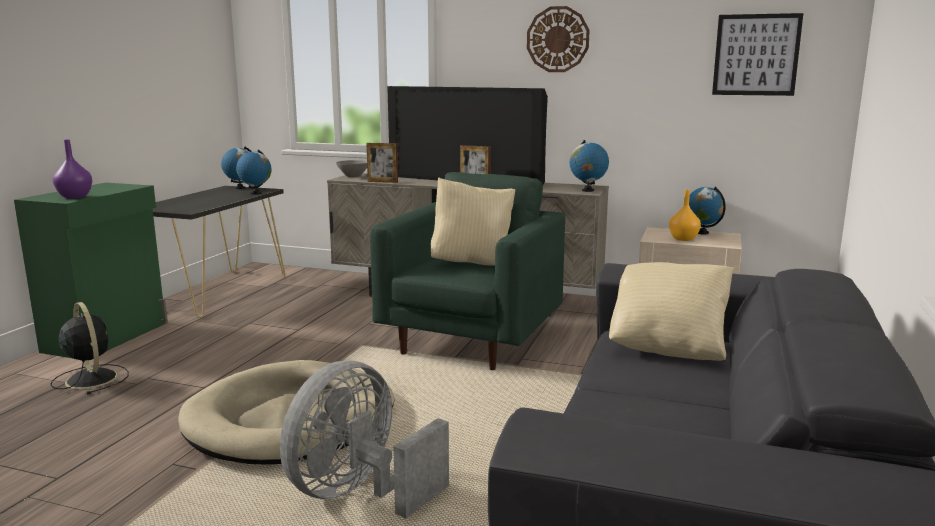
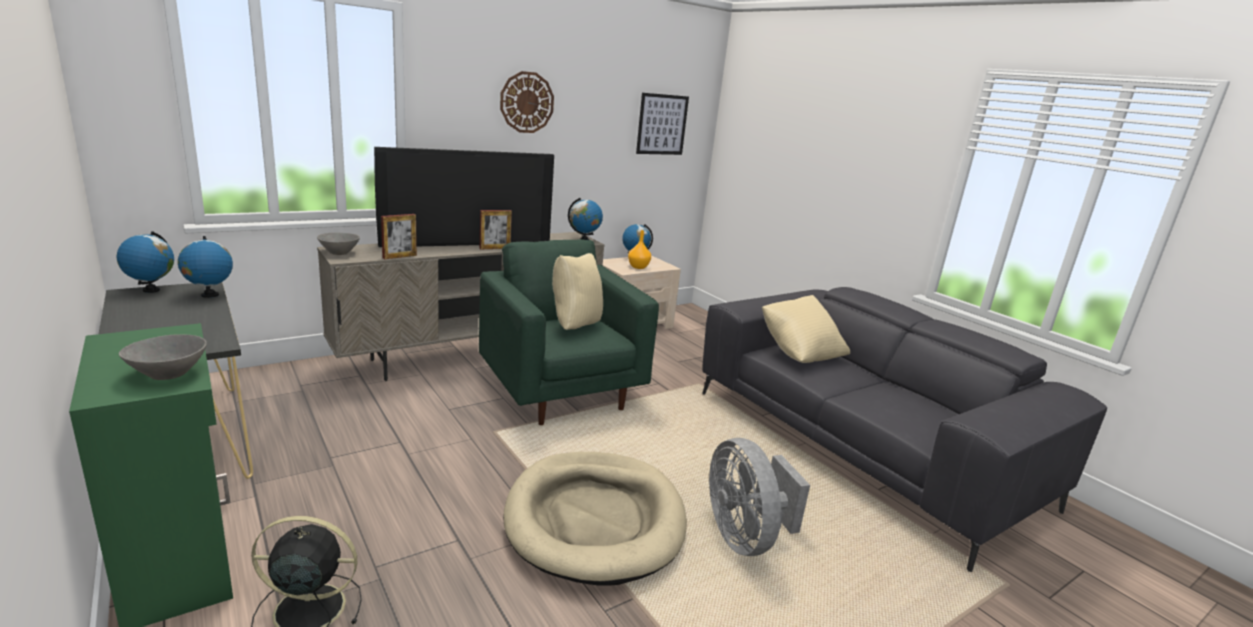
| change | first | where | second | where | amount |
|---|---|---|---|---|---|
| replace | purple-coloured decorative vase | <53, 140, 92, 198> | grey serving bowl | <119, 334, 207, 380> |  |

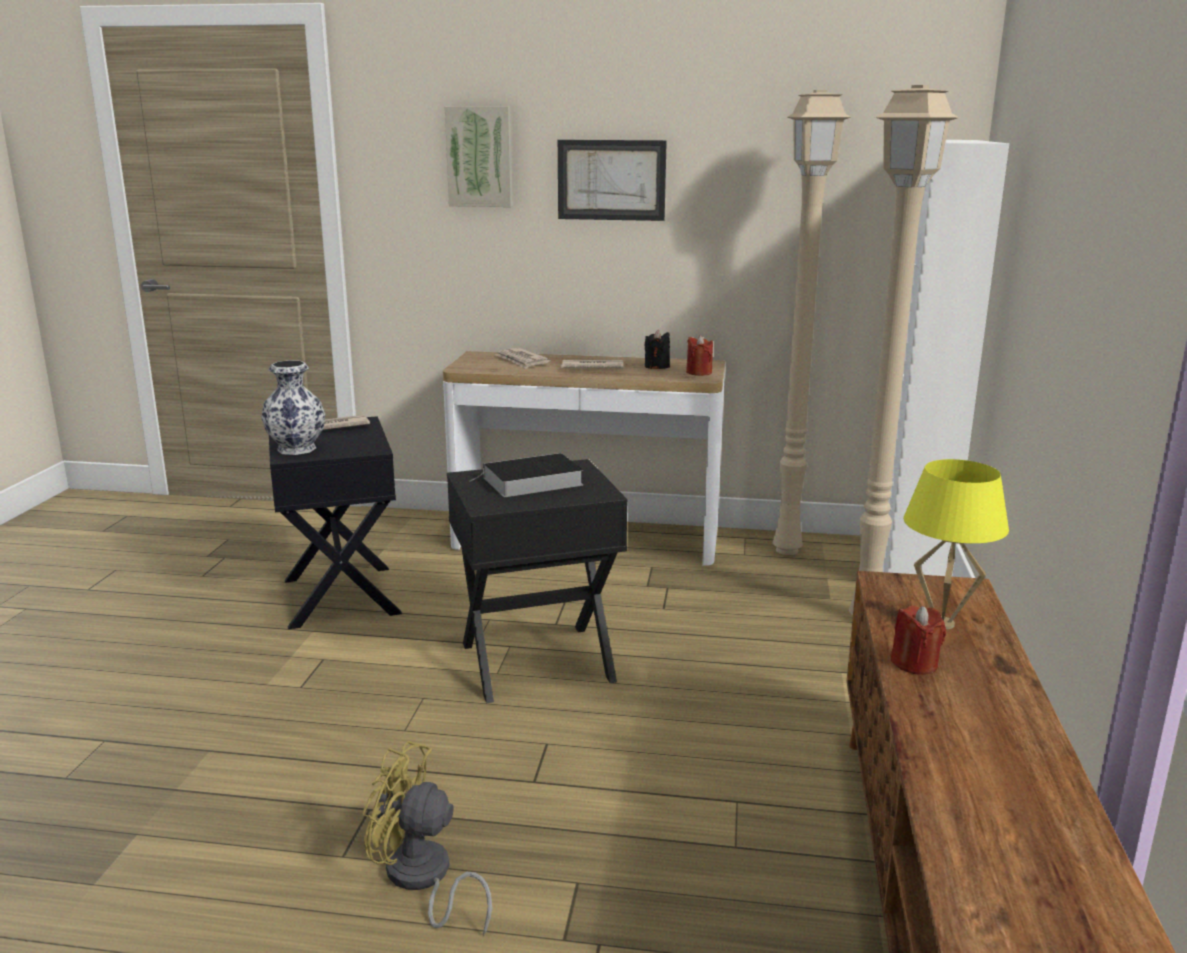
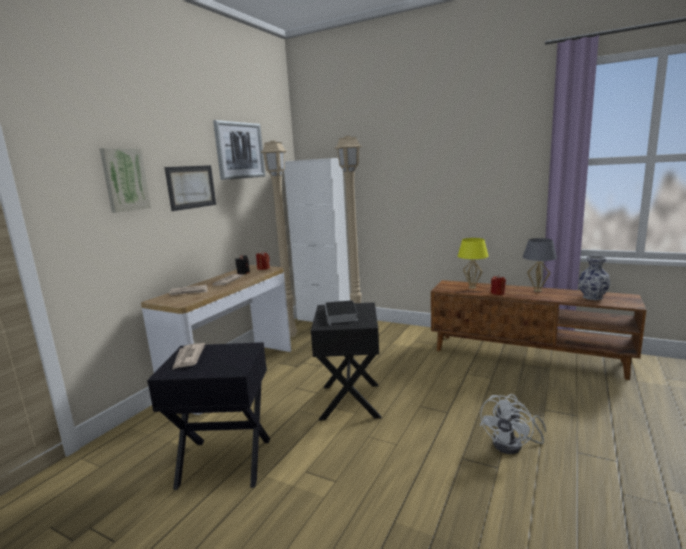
| change | first | where | second | where | amount |
|---|---|---|---|---|---|
| move | decorative vase | <261, 360, 325, 455> |  | <579, 256, 610, 300> |  |
| recolor | yellow-coloured cooling fan | <362, 741, 492, 936> | white-coloured cooling fan | <480, 394, 546, 454> |  |
| insert |  |  | wall picture | <213, 120, 265, 180> |  |
| insert |  |  | grey table lamp | <523, 238, 557, 292> |  |

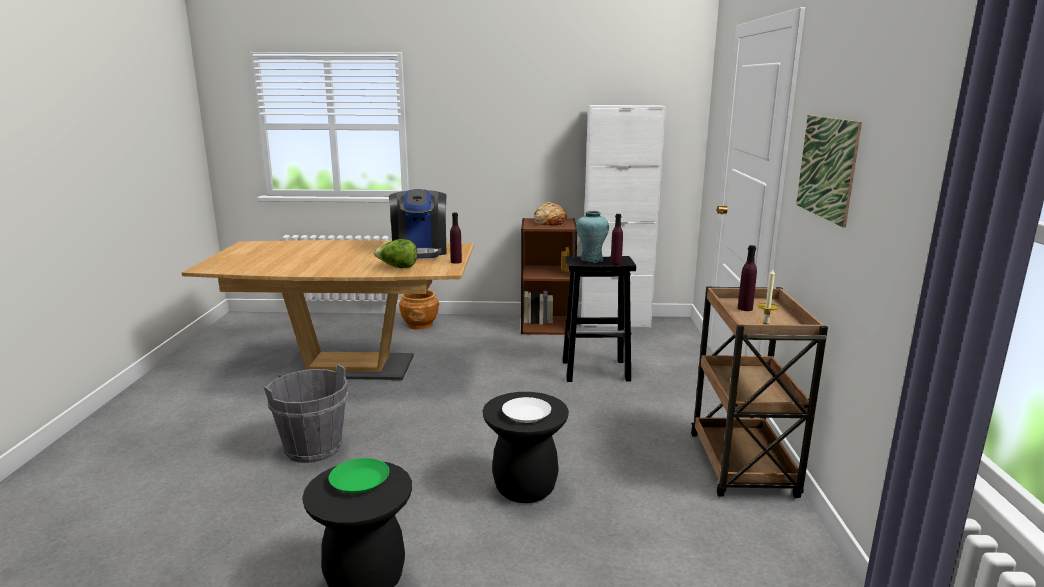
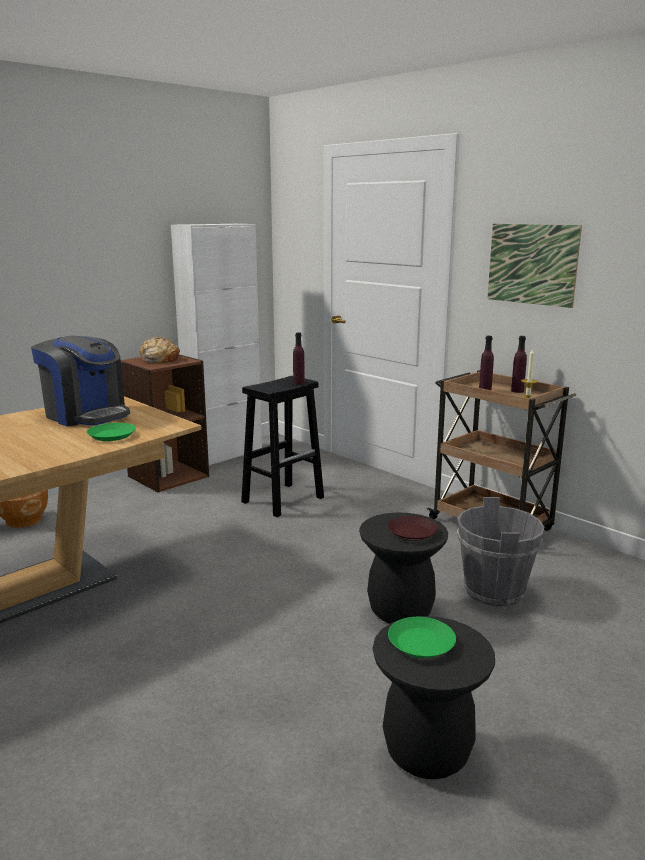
| change | first | where | second | where | amount |
|---|---|---|---|---|---|
| move | grey bucket | <264, 364, 348, 463> |  | <457, 497, 544, 607> |  |
| replace | lettuce head | <374, 239, 417, 268> | green flat dish | <87, 423, 136, 441> |  |
| move | purple-coloured beverage bottle | <450, 213, 462, 264> |  | <511, 336, 527, 393> |  |
| recolor | white-coloured flat dish | <502, 397, 551, 423> | brown-coloured flat dish | <387, 516, 438, 541> |  |
| delete | turquoise-coloured decorative vase | <576, 211, 609, 263> |  |  |  |

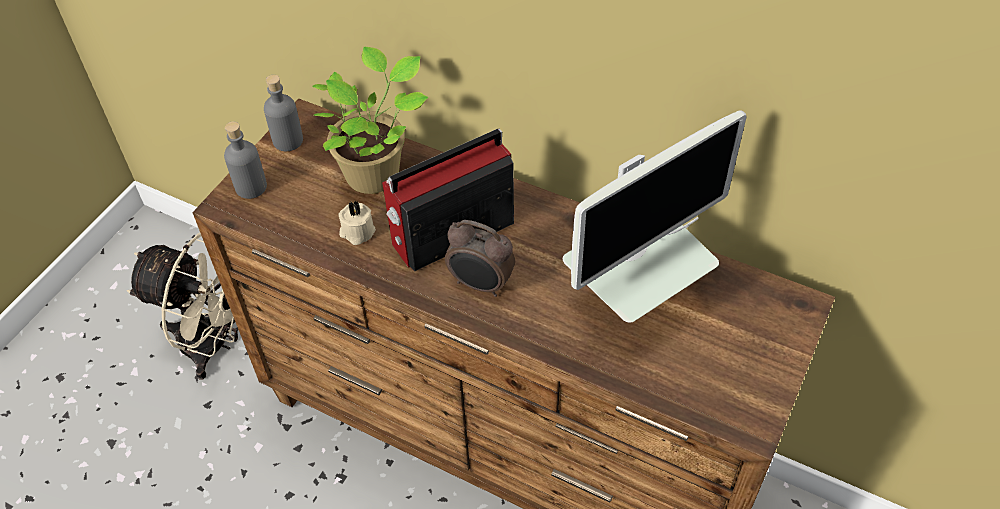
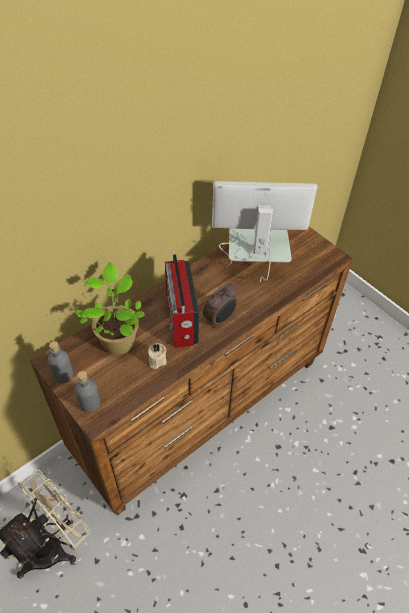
| change | first | where | second | where | amount |
|---|---|---|---|---|---|
| rotate | computer screen | <563, 110, 747, 323> |  | <212, 181, 317, 282> | 75 degrees counterclockwise |

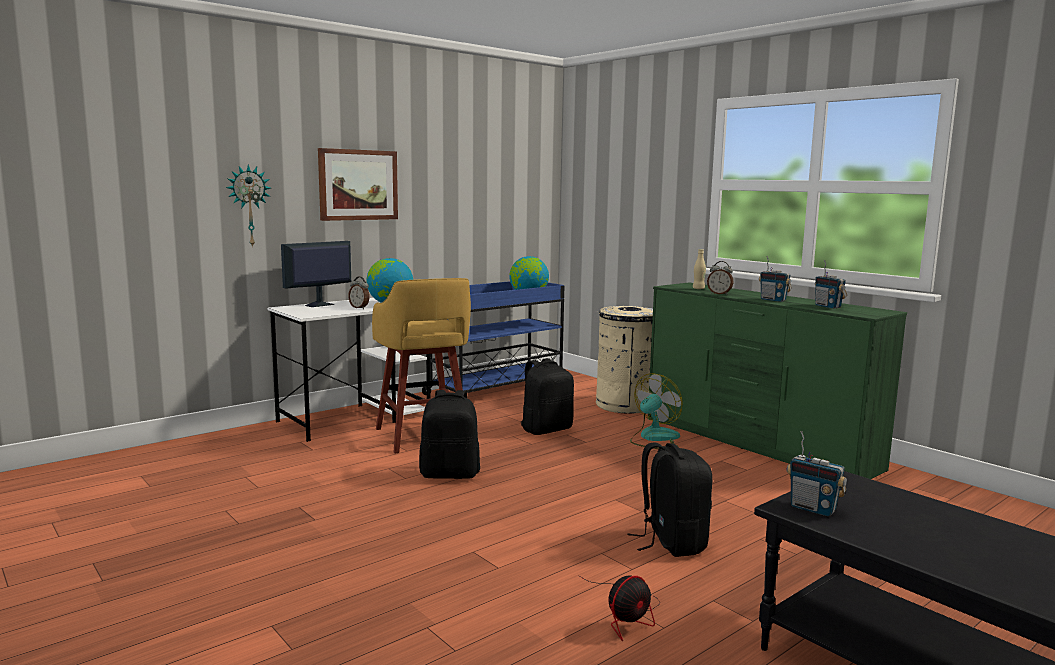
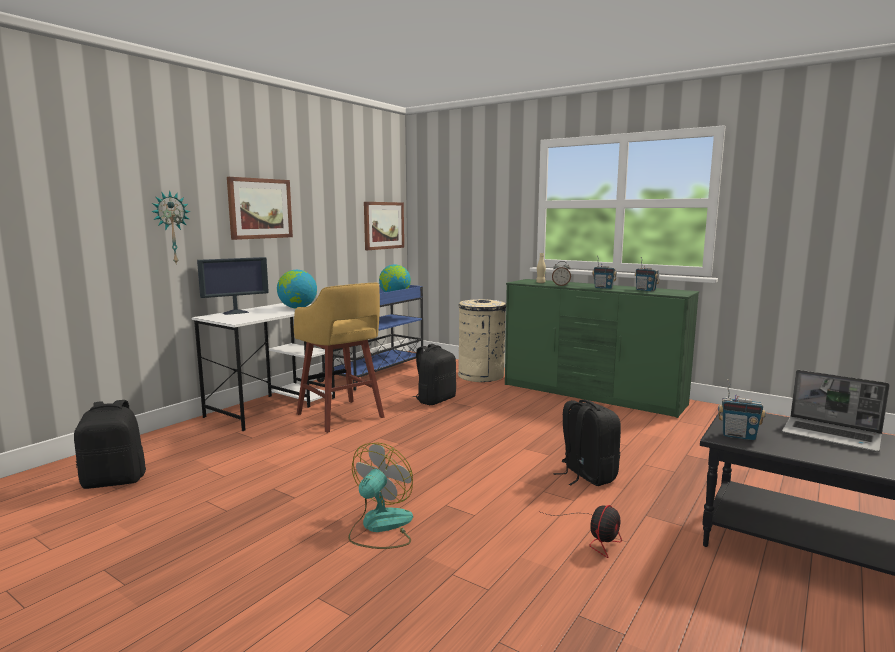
| change | first | where | second | where | amount |
|---|---|---|---|---|---|
| rotate | computer screen | <281, 241, 351, 307> |  | <197, 257, 269, 315> | 150 degrees counterclockwise |
| delete | table clock | <348, 277, 370, 309> |  |  |  |
| move | black backpack | <419, 390, 480, 479> |  | <74, 400, 146, 489> |  |
| move | cooling fan | <630, 373, 683, 449> |  | <348, 442, 413, 549> |  |
| insert |  |  | wall picture | <364, 202, 404, 250> |  |
| insert |  |  | portable computer | <782, 370, 890, 452> |  |

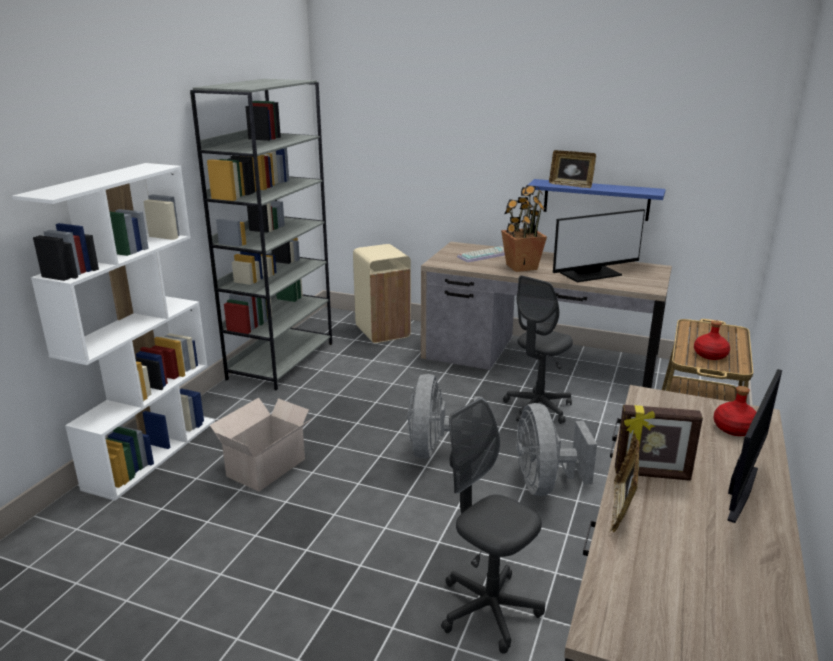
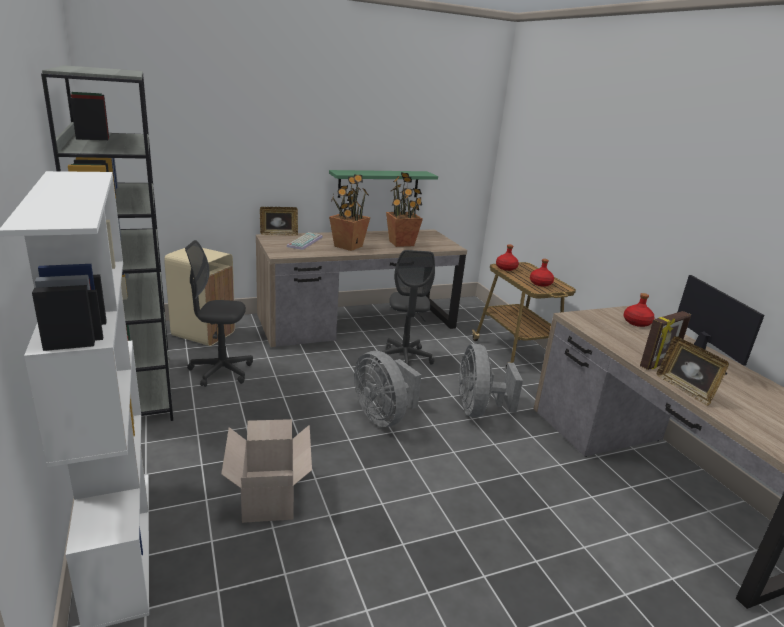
| change | first | where | second | where | amount |
|---|---|---|---|---|---|
| move | grey desk chair | <441, 398, 545, 654> |  | <185, 240, 253, 387> |  |
| rotate | grey cooling fan | <516, 403, 597, 496> |  | <458, 344, 523, 417> | 45 degrees clockwise |
| recolor | blue-coloured shelf | <528, 179, 666, 221> | green shelf | <329, 170, 438, 198> |  |
| move | picture frame | <549, 150, 596, 188> |  | <260, 207, 298, 236> |  |
| replace | computer screen | <553, 209, 645, 282> | plant in a pot | <386, 172, 423, 247> |  |
| insert |  |  | red beverage bottle | <496, 244, 519, 271> |  |

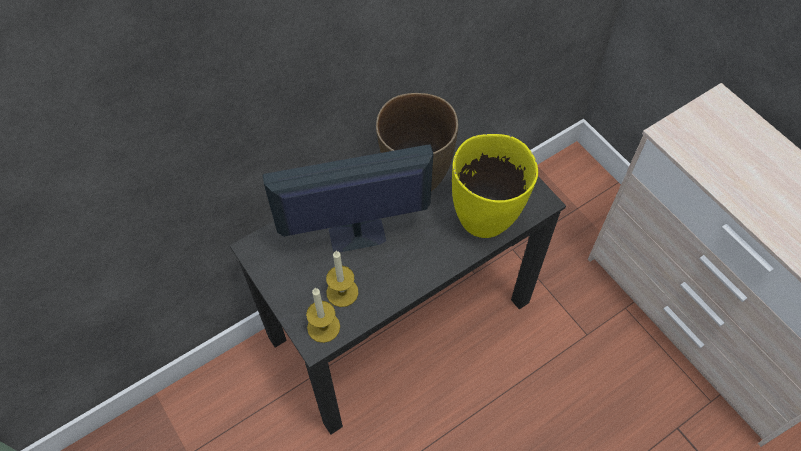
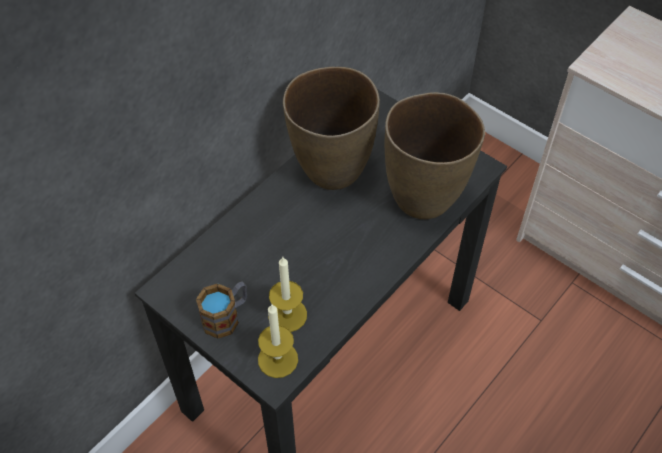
| change | first | where | second | where | amount |
|---|---|---|---|---|---|
| delete | computer screen | <263, 144, 433, 252> |  |  |  |
| recolor | yellow-coloured decorative vase | <452, 134, 538, 238> | brown-coloured decorative vase | <385, 92, 485, 219> |  |
| insert |  |  | mug | <196, 281, 247, 339> |  |

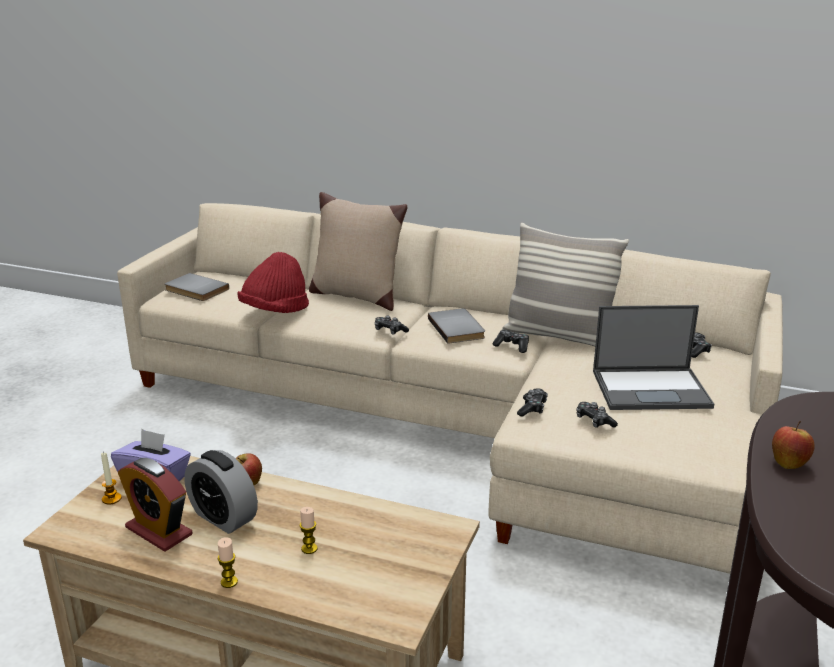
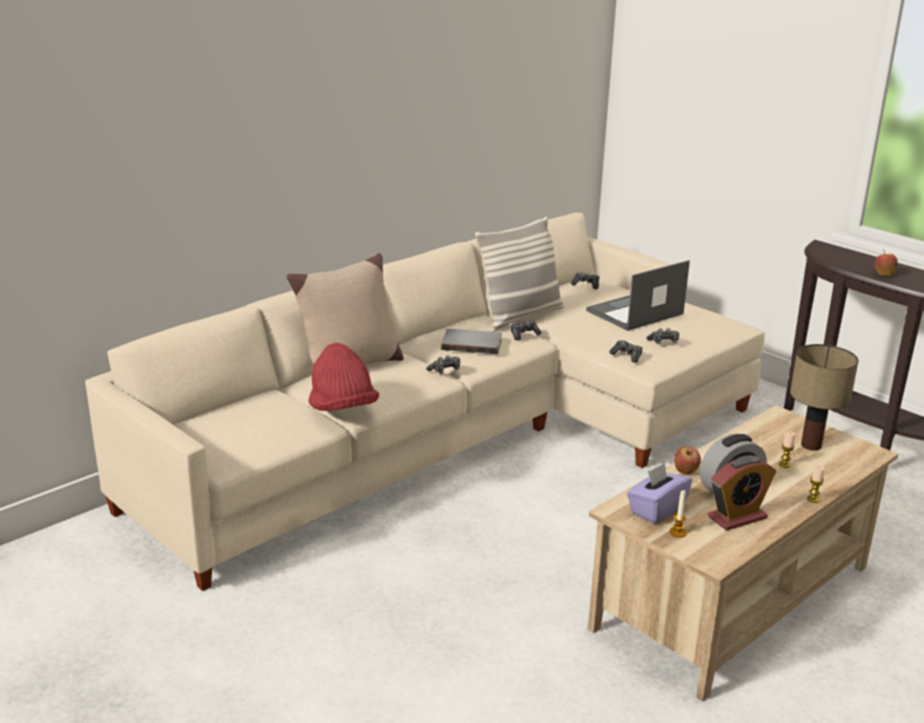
| change | first | where | second | where | amount |
|---|---|---|---|---|---|
| delete | grey bound book | <164, 273, 229, 301> |  |  |  |
| rotate | portable computer | <593, 305, 714, 410> |  | <586, 260, 690, 331> | 150 degrees counterclockwise |
| insert |  |  | table lamp | <790, 344, 859, 451> |  |

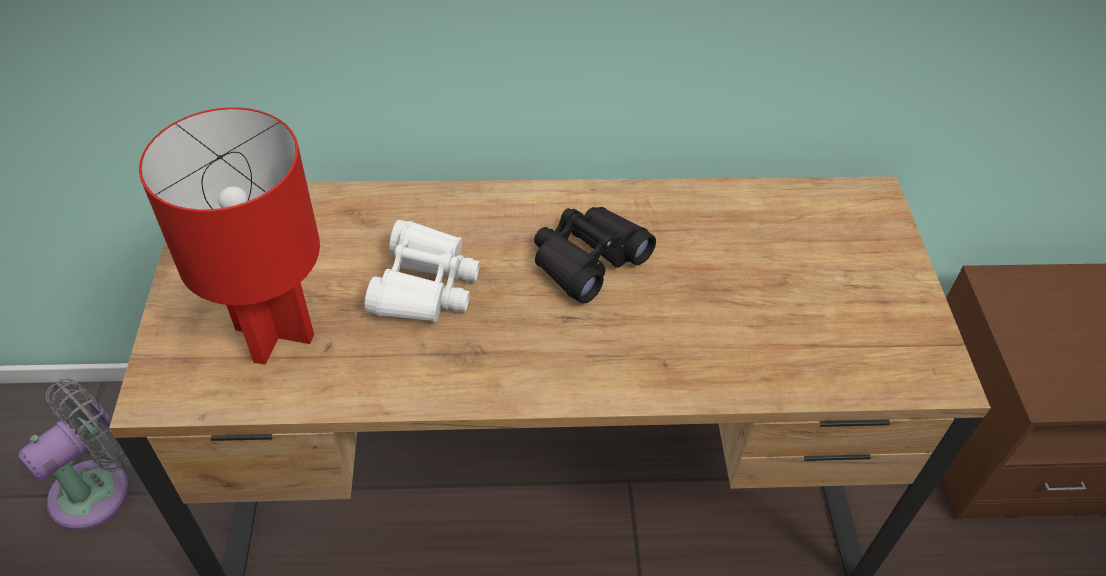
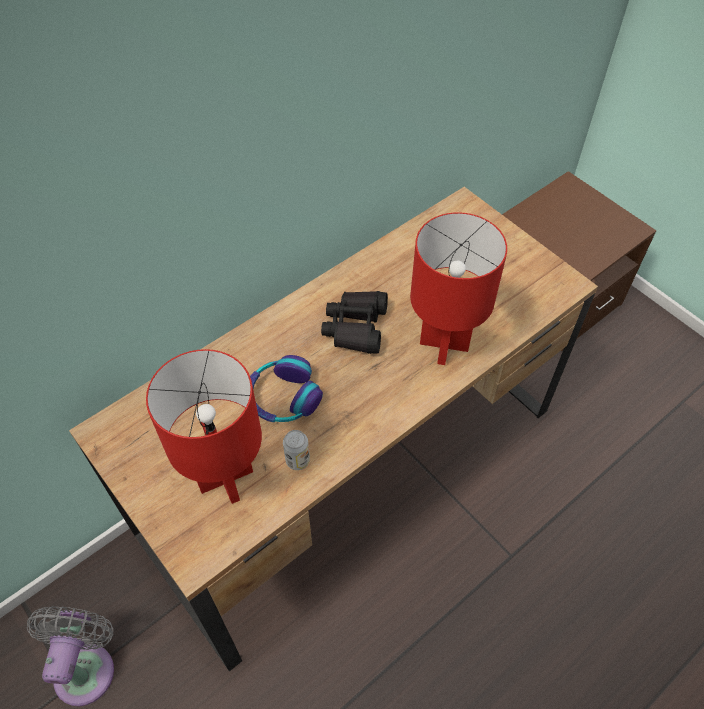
| change | first | where | second | where | amount |
|---|---|---|---|---|---|
| replace | white-coloured field glasses | <364, 220, 480, 322> | headset | <250, 355, 323, 422> |  |
| insert |  |  | metal can | <283, 430, 310, 470> |  |
| insert |  |  | red table lamp | <410, 212, 507, 365> |  |

